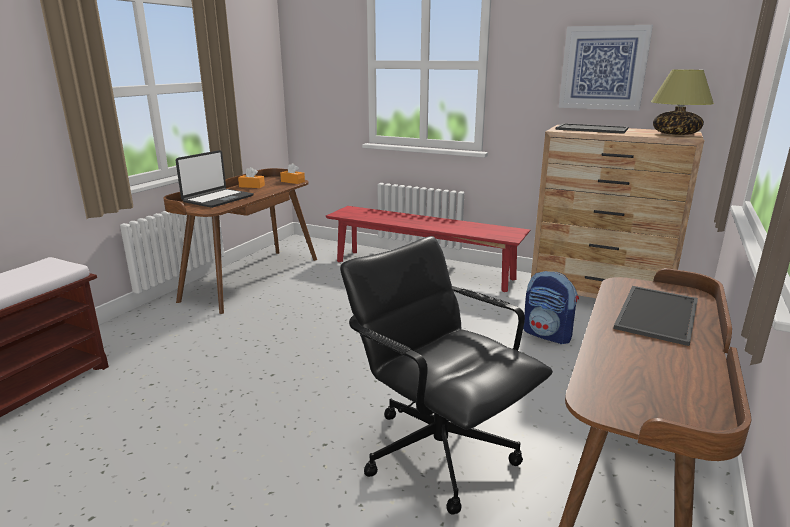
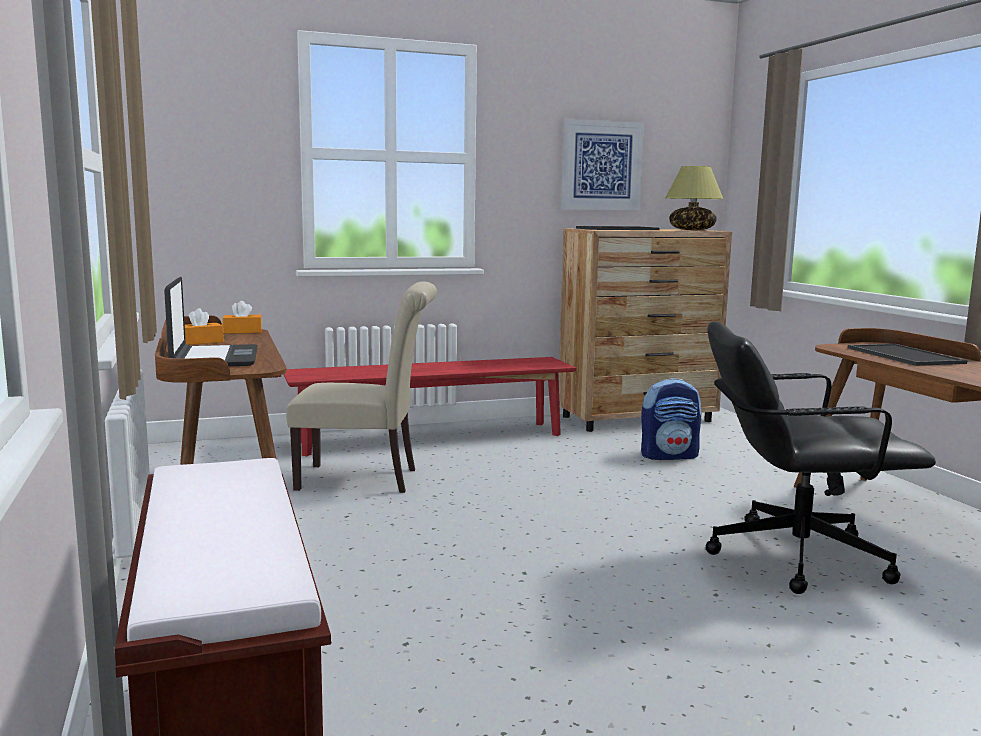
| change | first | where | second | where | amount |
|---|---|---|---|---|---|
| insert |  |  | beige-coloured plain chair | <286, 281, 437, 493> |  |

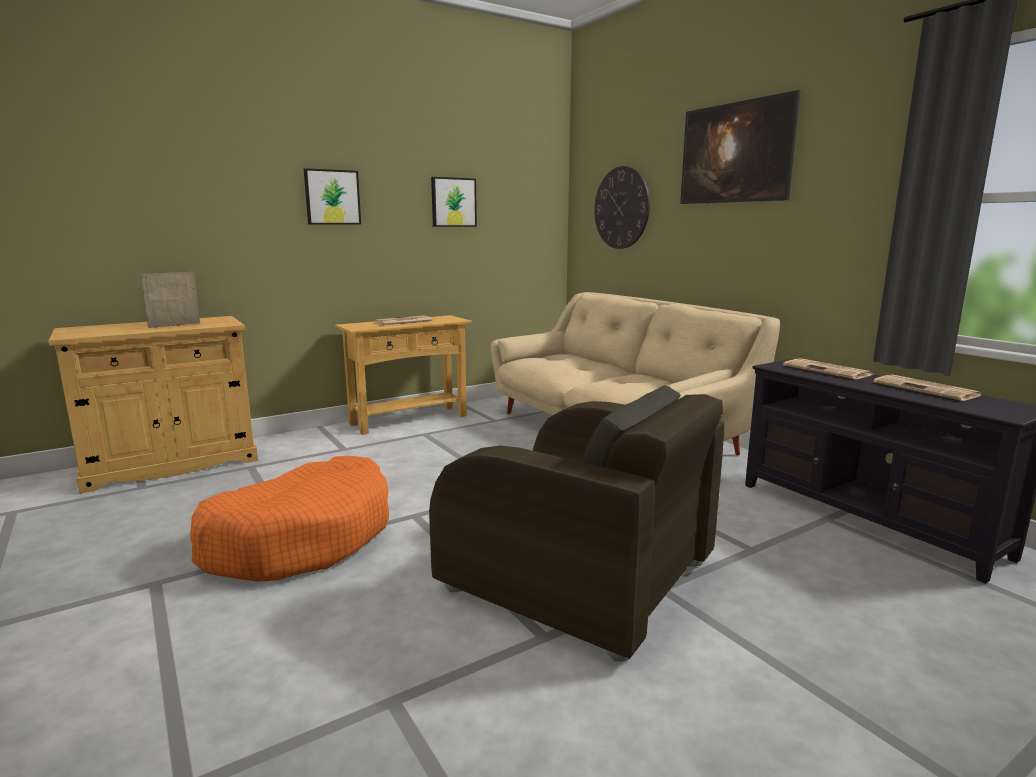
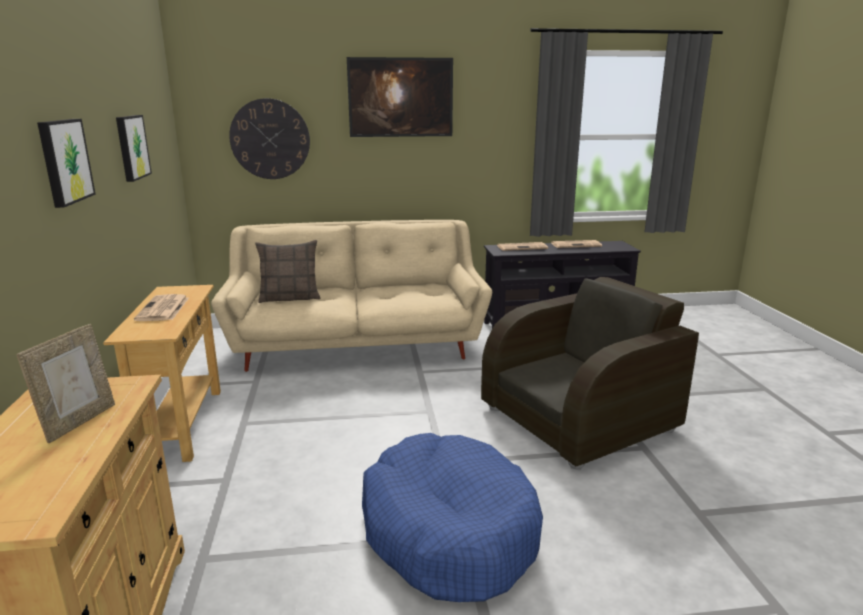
| change | first | where | second | where | amount |
|---|---|---|---|---|---|
| rotate | picture frame | <140, 272, 200, 328> |  | <16, 324, 115, 443> | 150 degrees counterclockwise |
| recolor | orangey pet bed | <190, 456, 389, 582> | blue-coloured pet bed | <362, 433, 543, 602> |  |
| insert |  |  | pillow | <255, 240, 320, 303> |  |

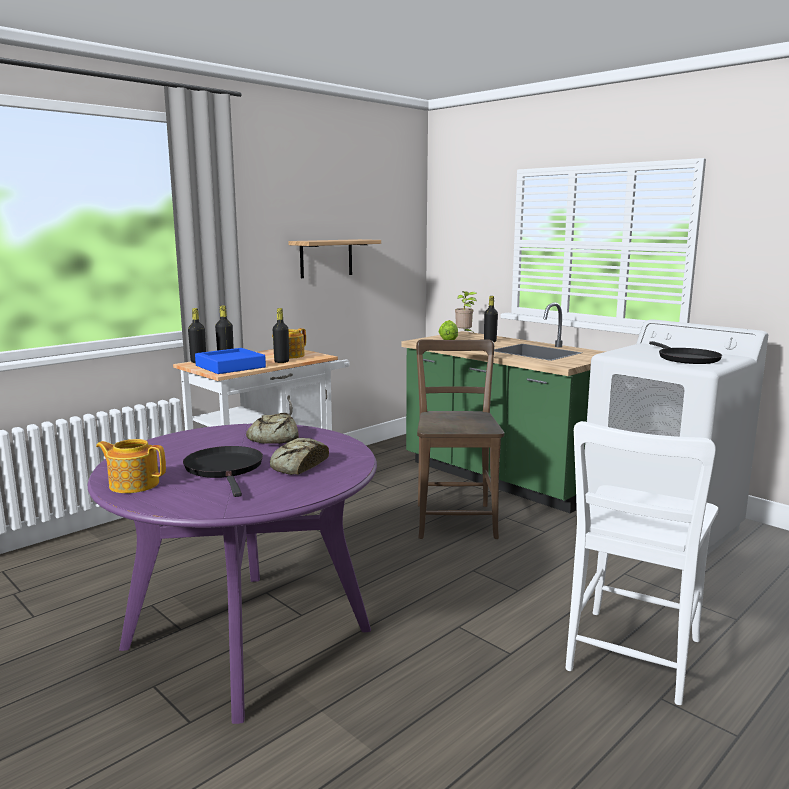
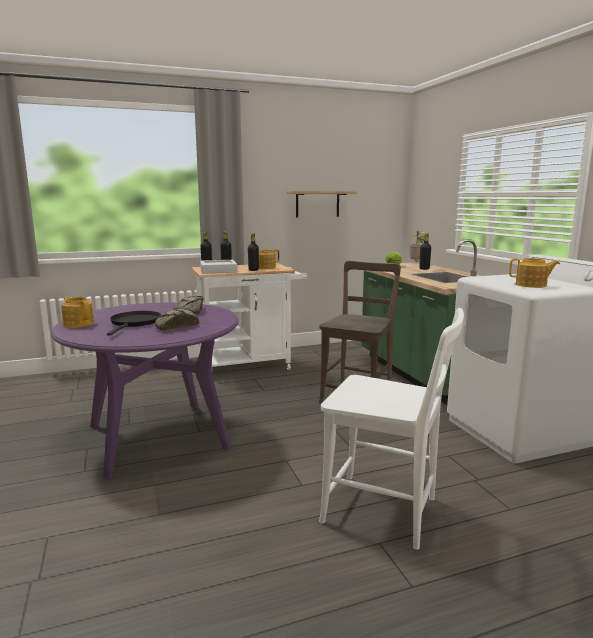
| change | first | where | second | where | amount |
|---|---|---|---|---|---|
| recolor | blue-coloured carrying tray | <195, 348, 266, 374> | grey carrying tray | <200, 260, 238, 274> |  |
| rotate | white-coloured plain chair | <566, 421, 718, 705> |  | <319, 308, 464, 550> | 120 degrees counterclockwise |
| replace | black frying pan | <649, 341, 722, 364> | teapot | <509, 258, 560, 288> |  |

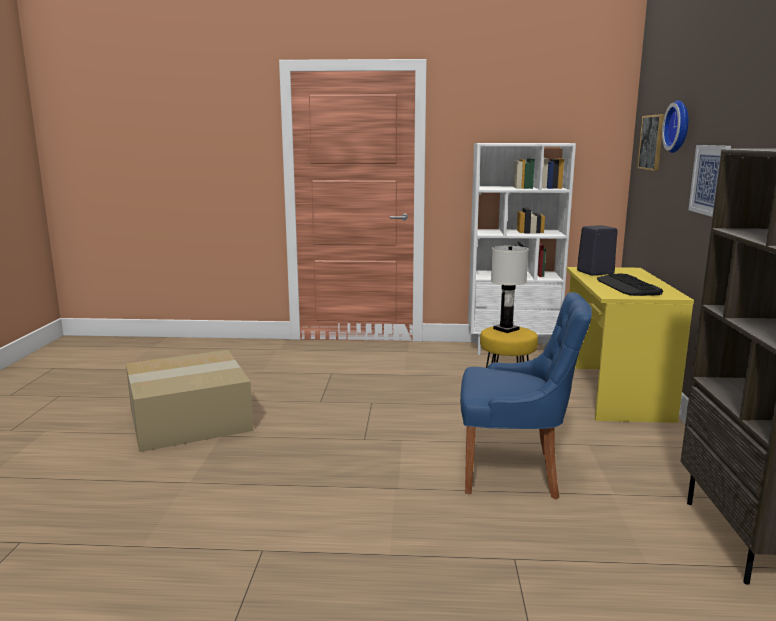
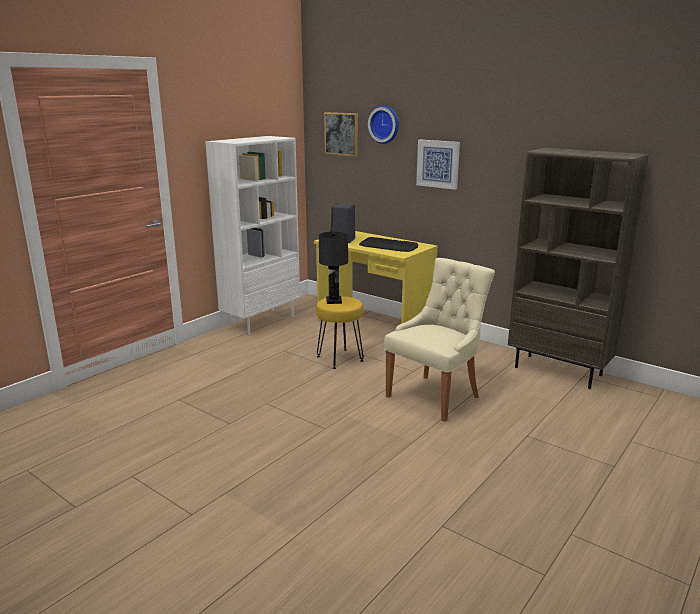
| change | first | where | second | where | amount |
|---|---|---|---|---|---|
| delete | cardboard box | <126, 350, 253, 452> |  |  |  |
| recolor | blue-coloured plain chair | <460, 292, 592, 499> | beige-coloured plain chair | <384, 258, 495, 422> |  |
| recolor | white-coloured table lamp | <491, 246, 529, 333> | black table lamp | <319, 232, 348, 304> |  |

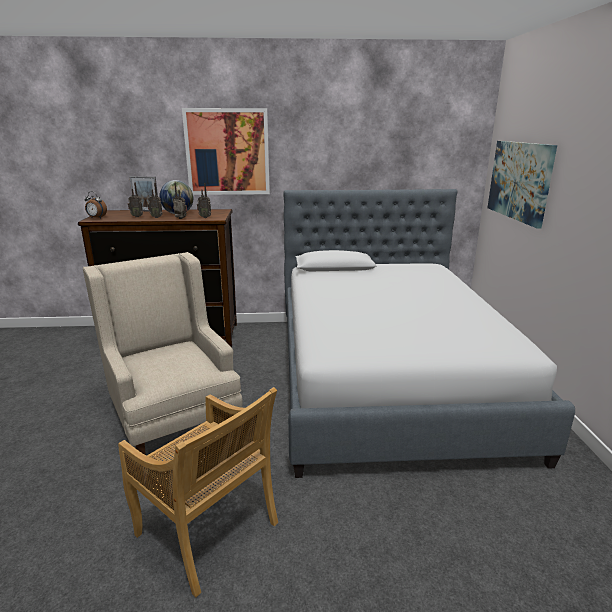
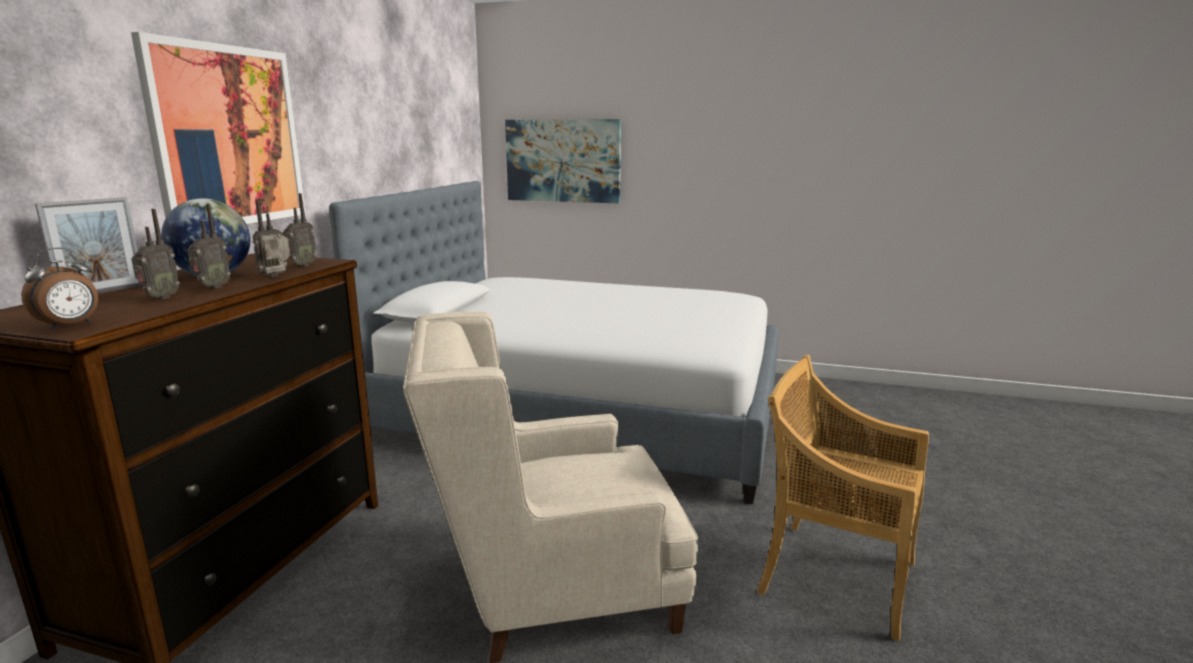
| change | first | where | second | where | amount |
|---|---|---|---|---|---|
| rotate | beige-coloured plain chair | <118, 387, 278, 597> |  | <757, 355, 929, 642> | 120 degrees counterclockwise |

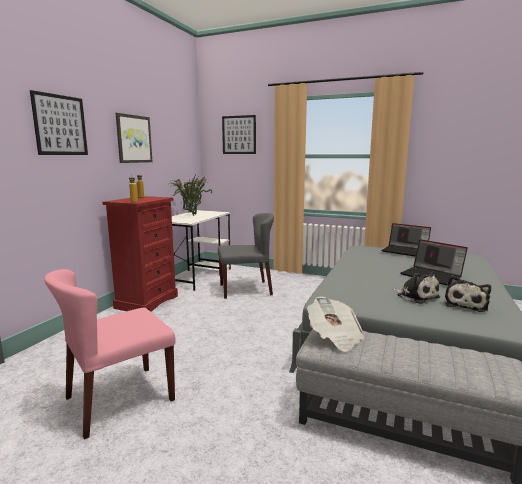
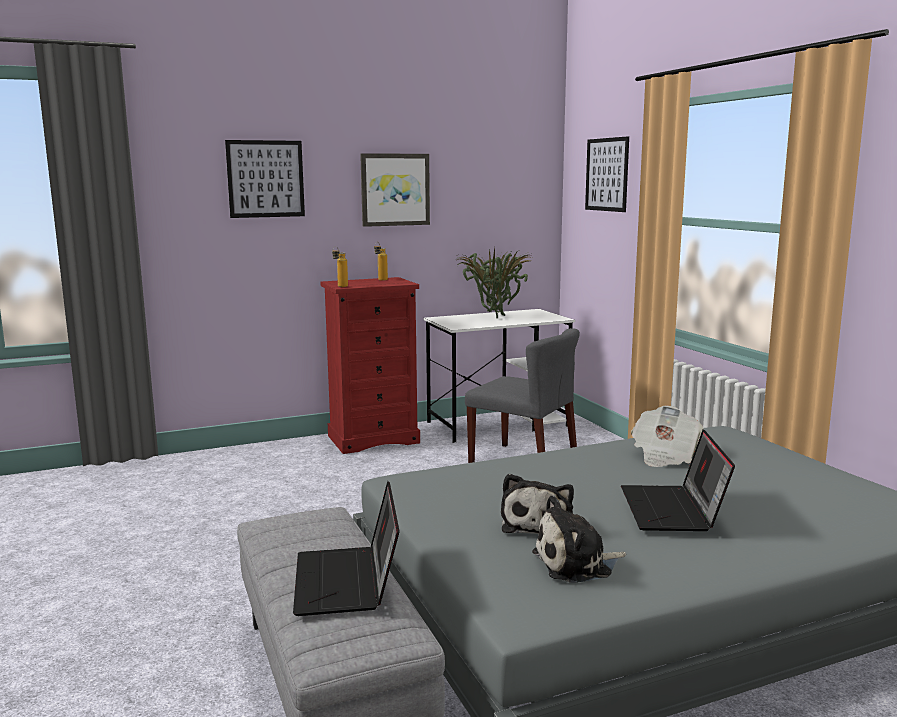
| change | first | where | second | where | amount |
|---|---|---|---|---|---|
| delete | pink-coloured plain chair | <44, 269, 176, 440> |  |  |  |
| move | daily paper | <307, 296, 365, 352> |  | <631, 406, 704, 467> |  |
| move | portable computer | <381, 223, 431, 257> |  | <293, 481, 399, 616> |  |

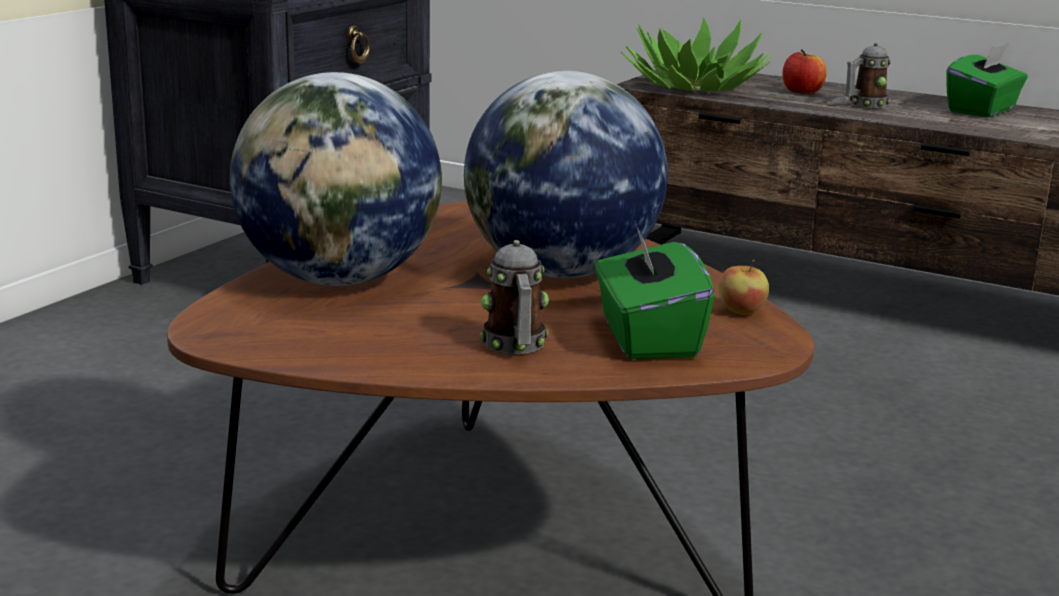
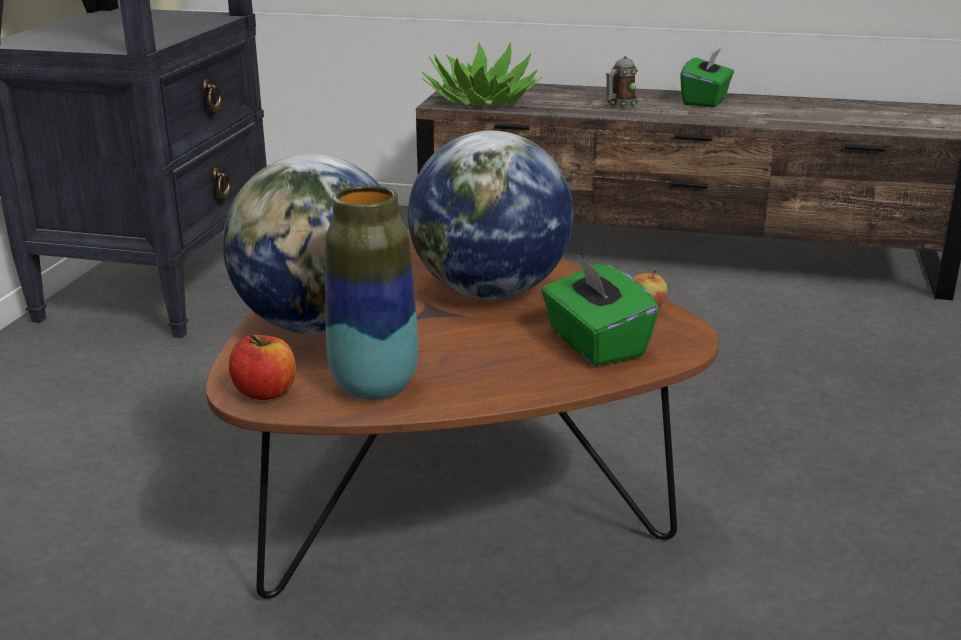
| change | first | where | second | where | amount |
|---|---|---|---|---|---|
| delete | mug | <480, 240, 549, 354> |  |  |  |
| move | whole apple | <782, 49, 827, 94> |  | <229, 335, 296, 400> |  |
| insert |  |  | decorative vase | <325, 185, 418, 400> |  |

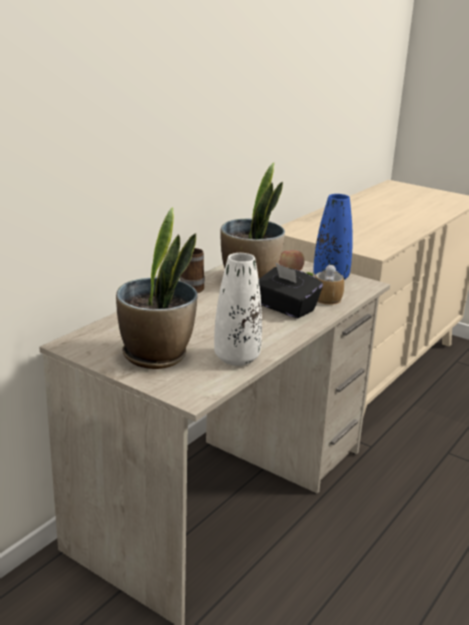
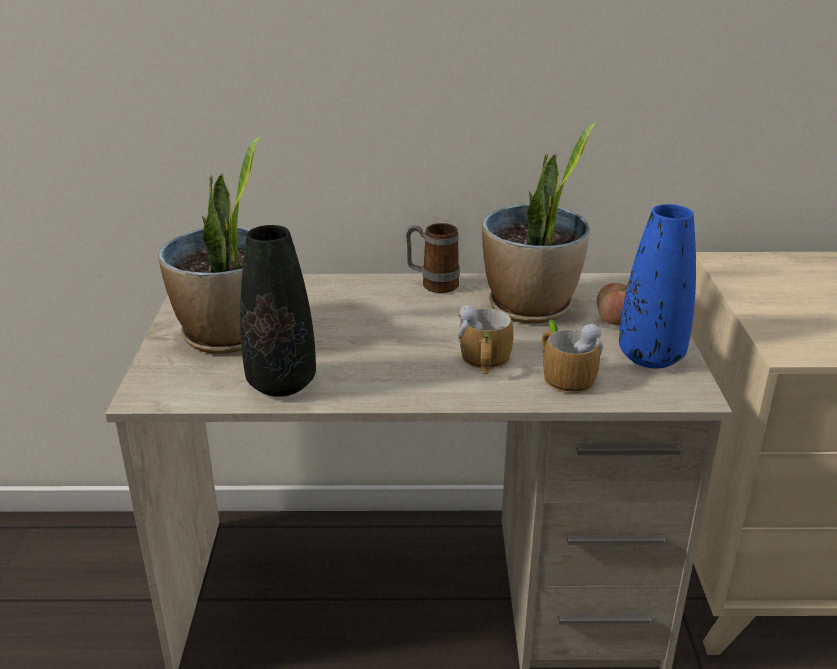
| change | first | where | second | where | amount |
|---|---|---|---|---|---|
| recolor | white-coloured decorative vase | <214, 253, 262, 366> | black decorative vase | <240, 225, 316, 397> |  |
| replace | black tissue holder | <259, 263, 323, 319> | mug | <458, 306, 513, 374> |  |

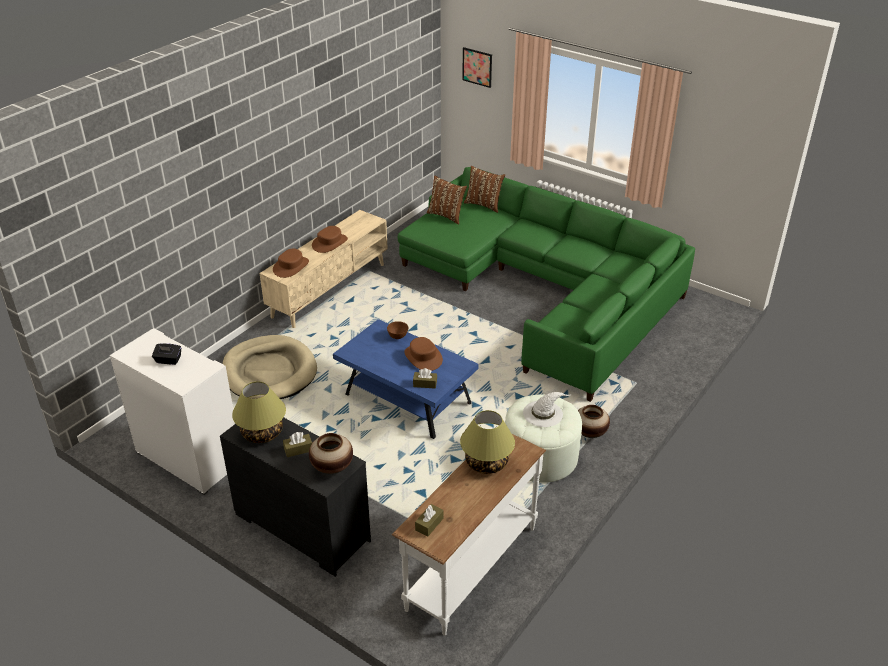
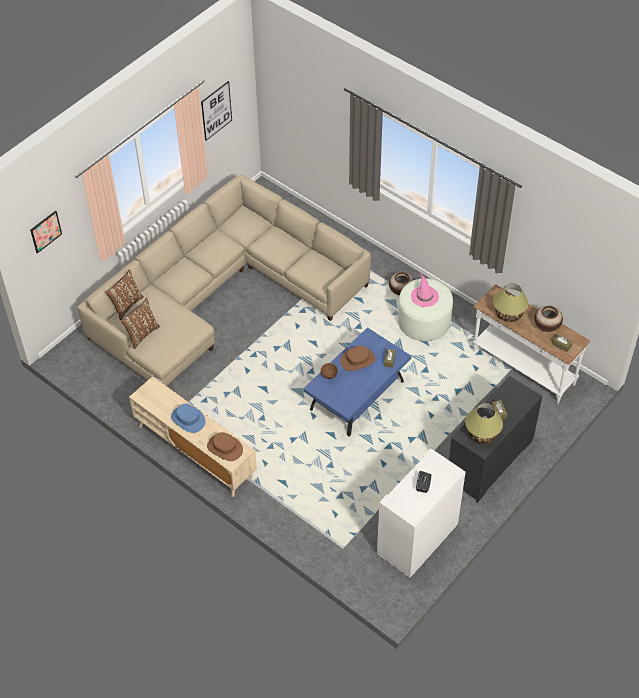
| change | first | where | second | where | amount |
|---|---|---|---|---|---|
| delete | beige-coloured pet bed | <222, 335, 317, 399> |  |  |  |
| move | decorative vase | <309, 433, 353, 474> |  | <535, 306, 563, 332> |  |
| recolor | brown-coloured wearable hat | <312, 226, 348, 253> | blue-coloured wearable hat | <171, 404, 205, 433> |  |
| recolor | green couch | <398, 167, 695, 402> | beige-coloured couch | <78, 175, 371, 386> |  |
| recolor | white-coloured wearable hat | <523, 392, 572, 427> | pink-coloured wearable hat | <411, 274, 439, 307> |  |
| insert |  |  | wall picture | <201, 81, 232, 141> |  |

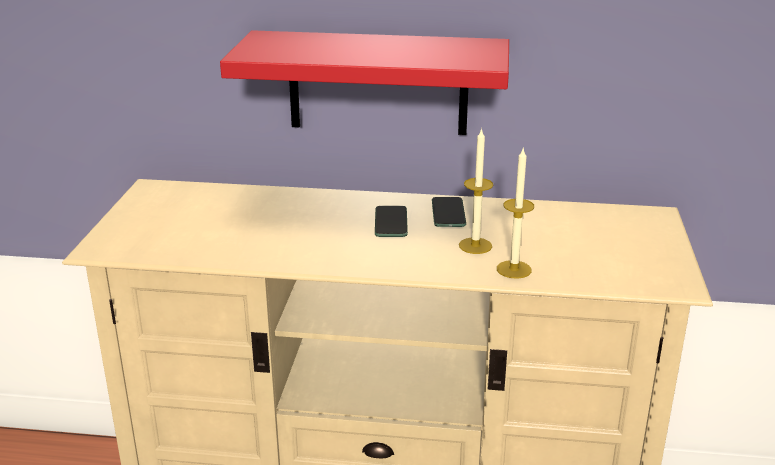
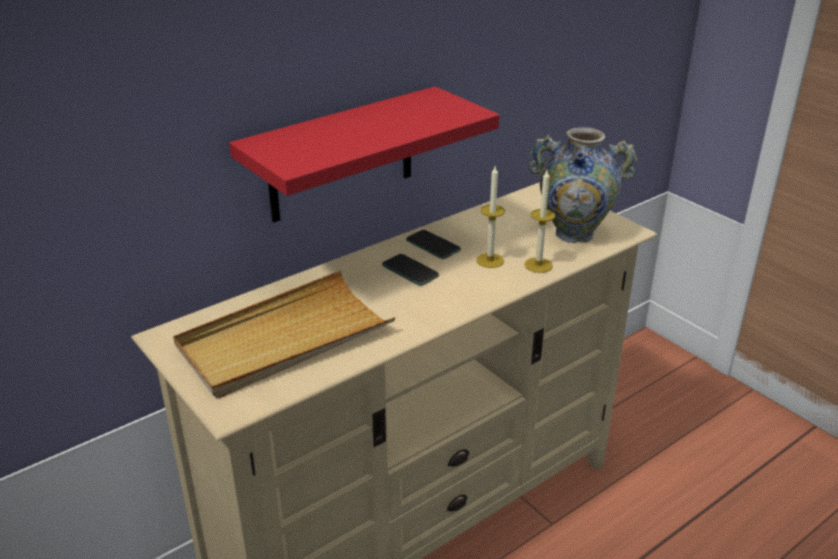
| change | first | where | second | where | amount |
|---|---|---|---|---|---|
| insert |  |  | beige-coloured carrying tray | <173, 271, 395, 398> |  |
| insert |  |  | decorative vase | <529, 127, 638, 243> |  |

